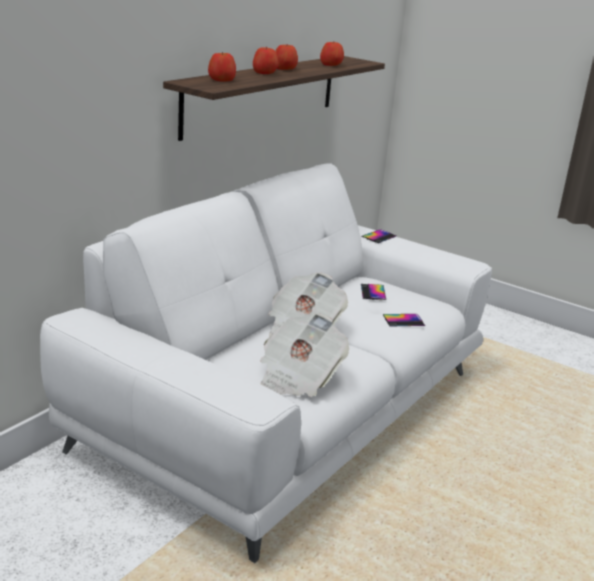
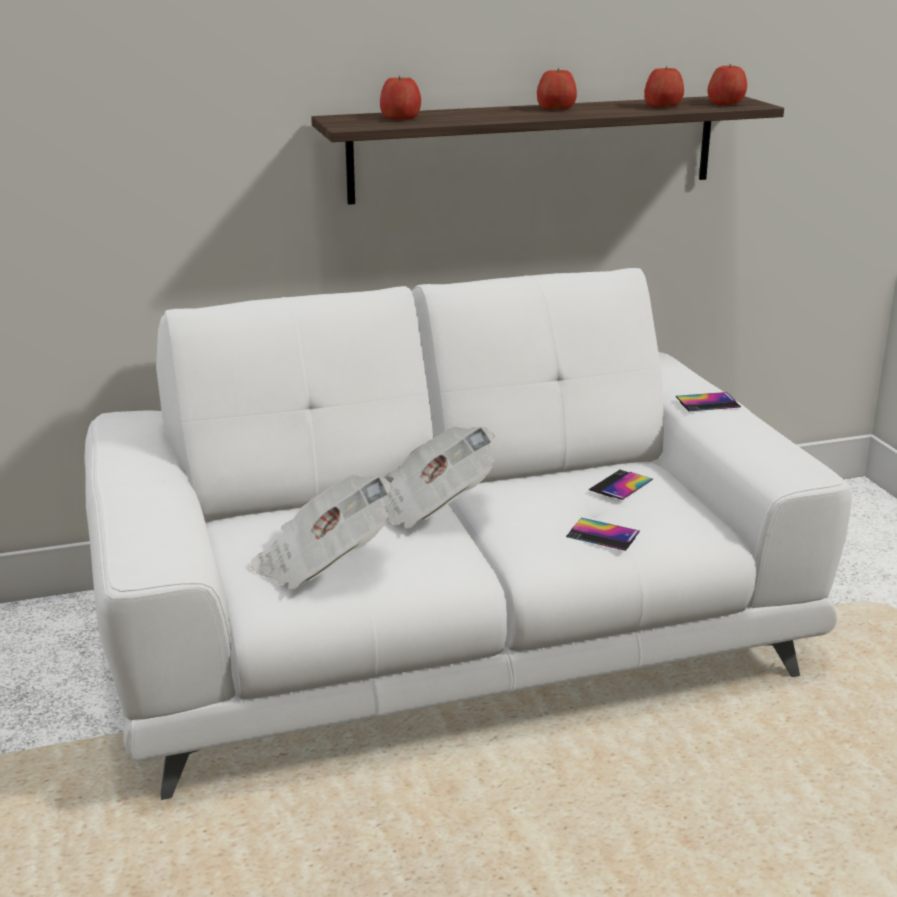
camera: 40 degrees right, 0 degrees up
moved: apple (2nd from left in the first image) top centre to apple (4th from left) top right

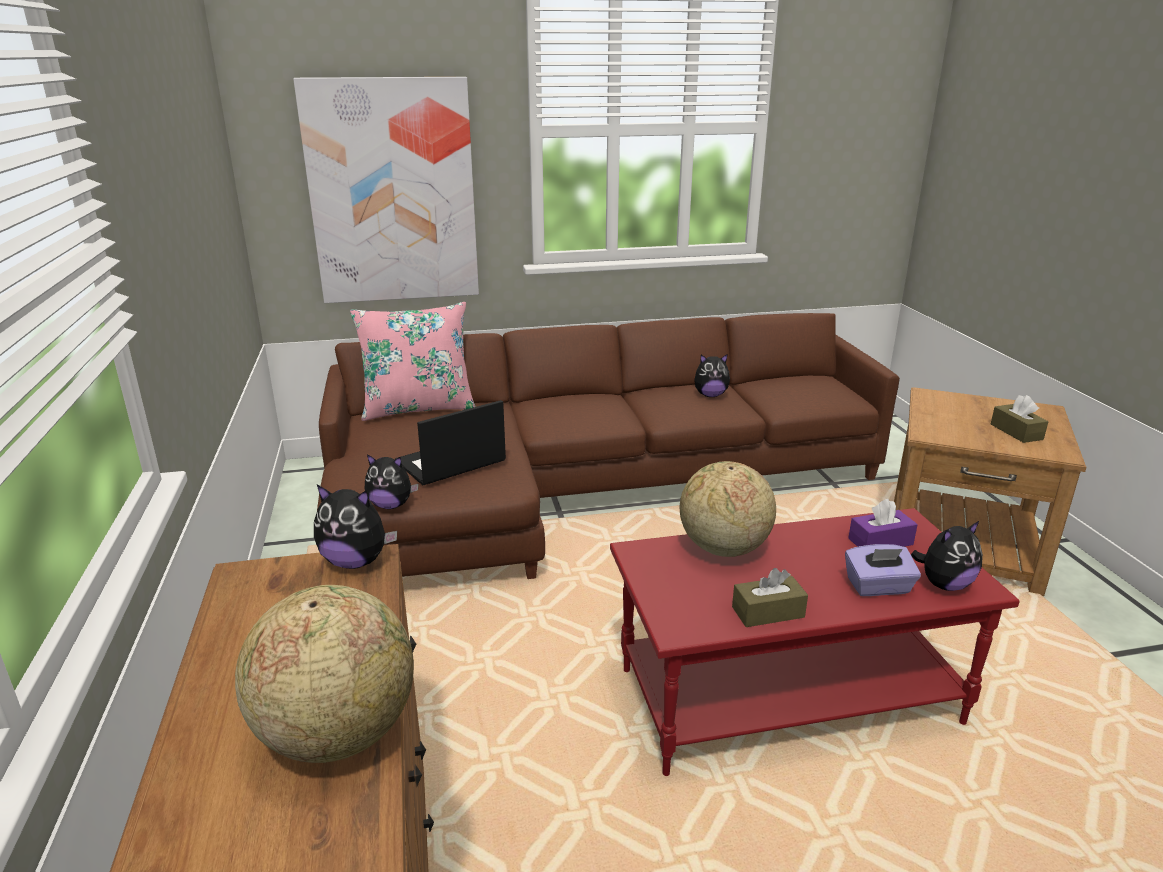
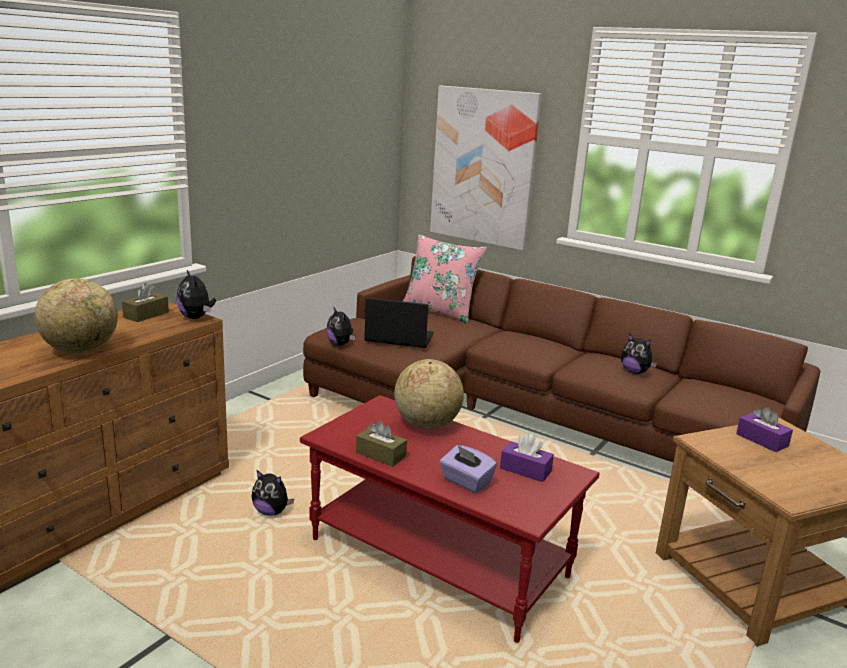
camera: 45 degrees right, 5 degrees down
added: tissue holder/purple (3rd from left) middle right
moved: cuddly toy (4th from left in the first image) middle right to cuddly toy (2nd from left) bottom left; tissue holder/brown-coloured (2nd from left in the first image) middle right to tissue holder/brown-coloured (1st from left) middle left

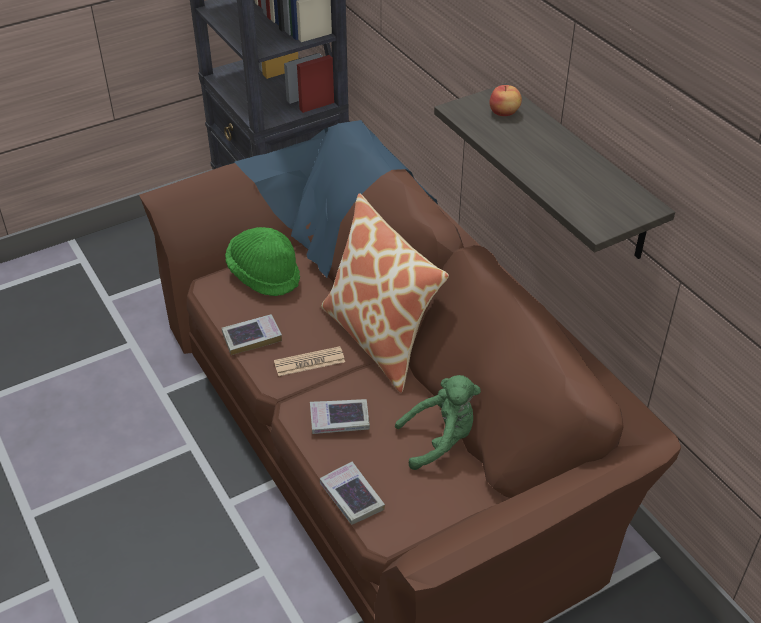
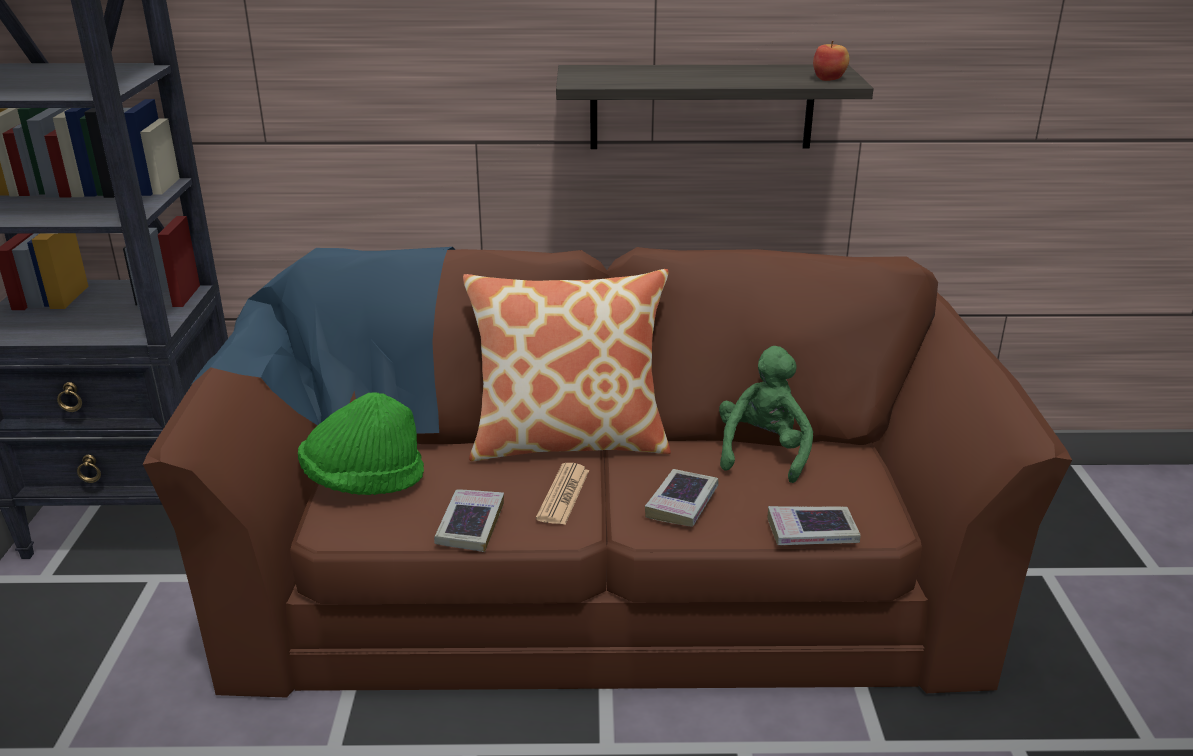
camera: 60 degrees left, 15 degrees down
moved: apple top centre to top right

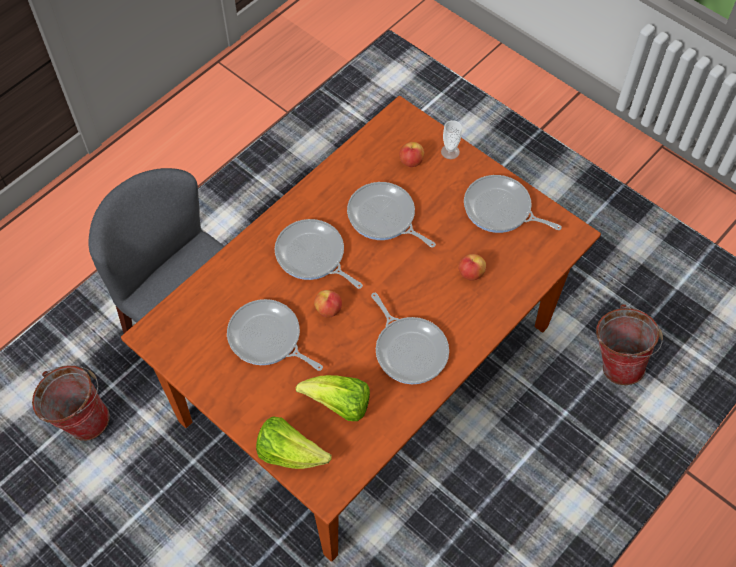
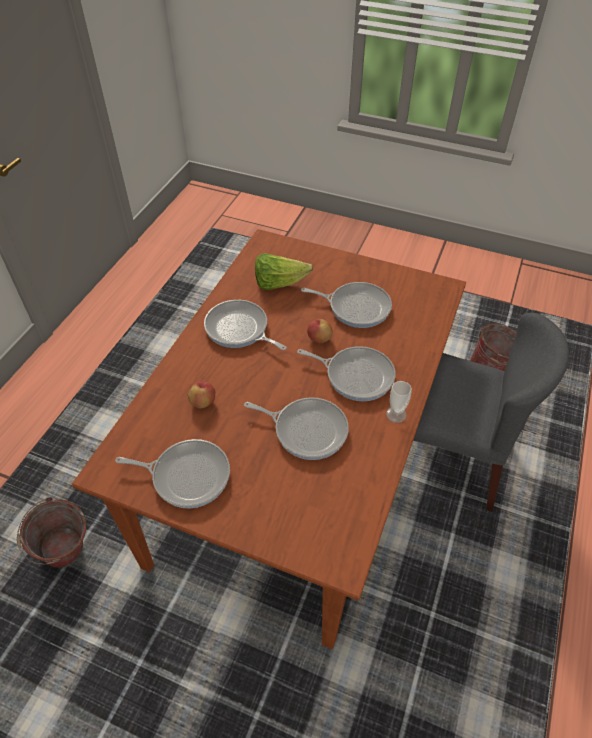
camera: 160 degrees right, 10 degrees down
removed: head of lettuce (1st from left) bottom centre; apple (2nd from left) top centre
moved: cup top centre to middle right

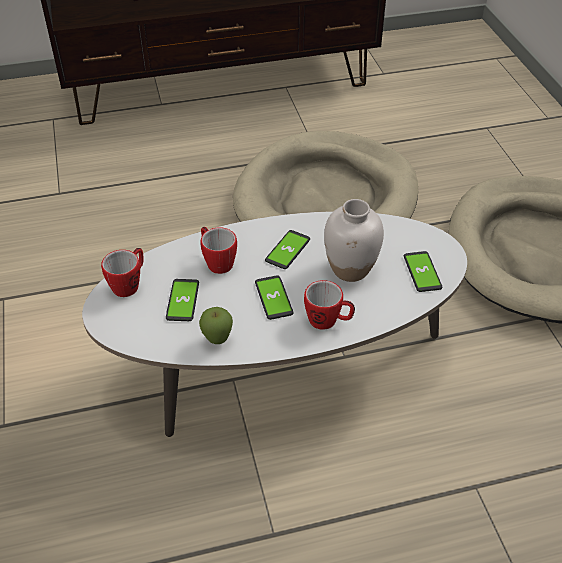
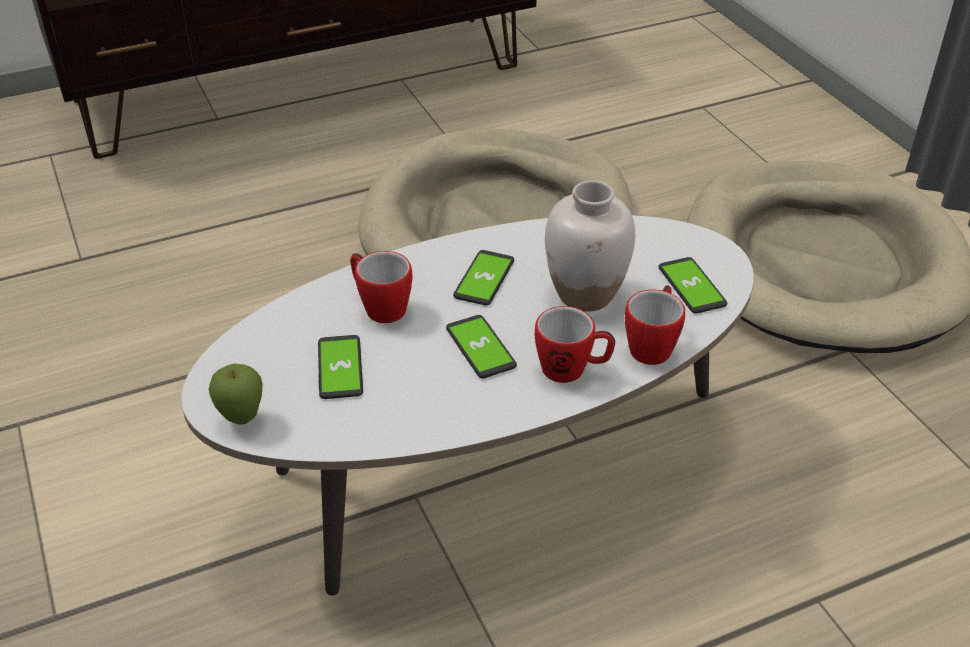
camera: 10 degrees left, 5 degrees down
moved: tea mug (1st from left in the first image) middle left to tea mug (3rd from left) middle right; apple centre to middle left

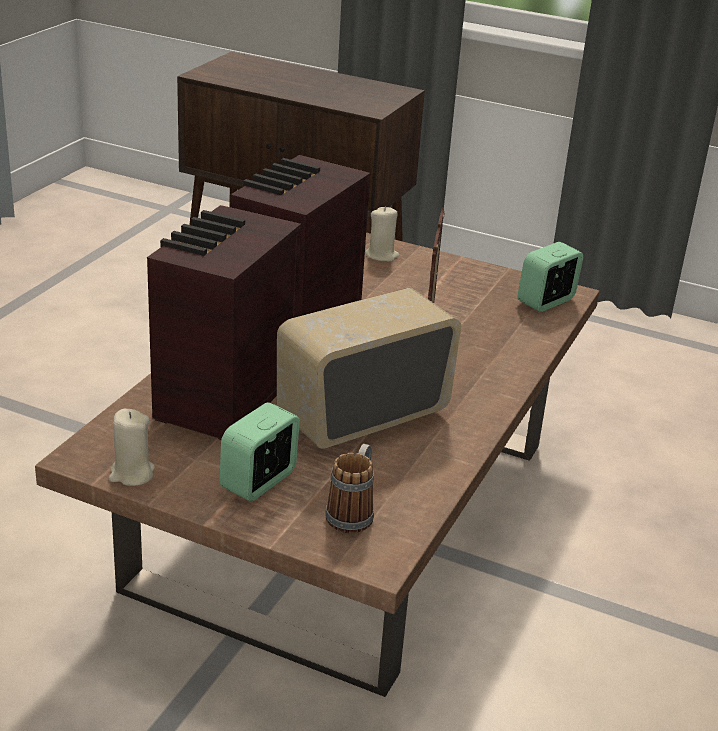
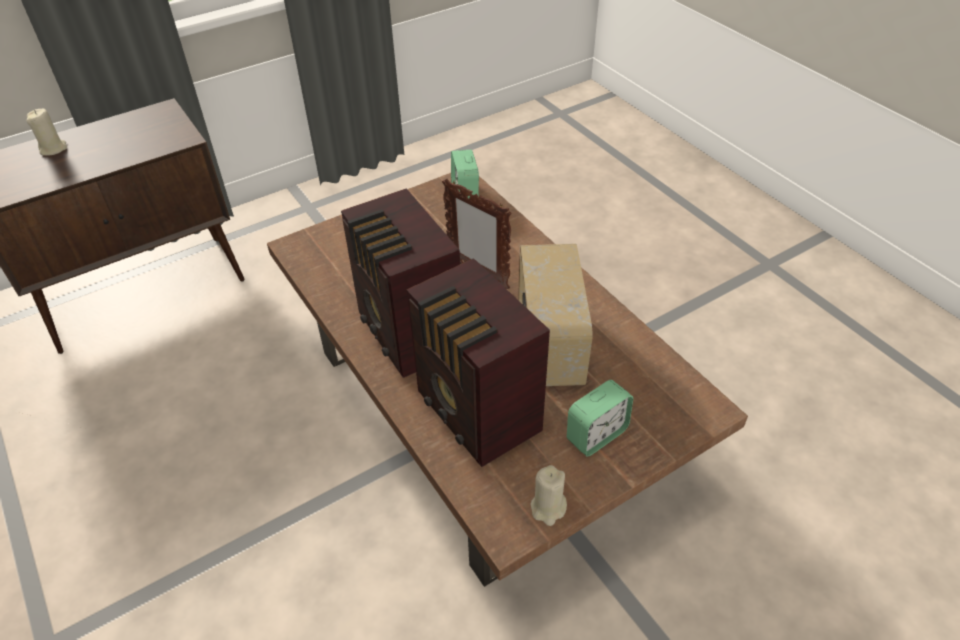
camera: 55 degrees left, 15 degrees up
removed: tea mug bottom centre
moved: wax candle/beige-coloured (2nd from left in the first image) top centre to wax candle/beige-coloured (1st from left) top left
turned: table clock (1st from left in the first image) centre = centre 105 degrees counterclockwise

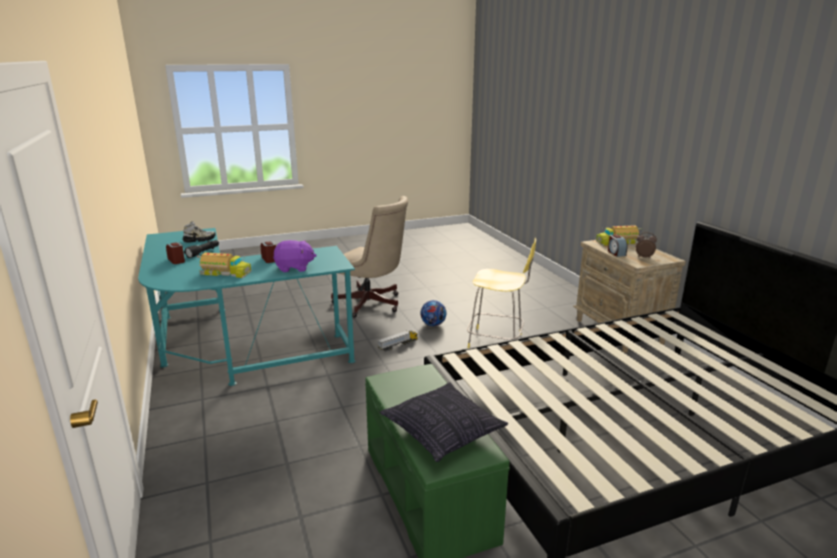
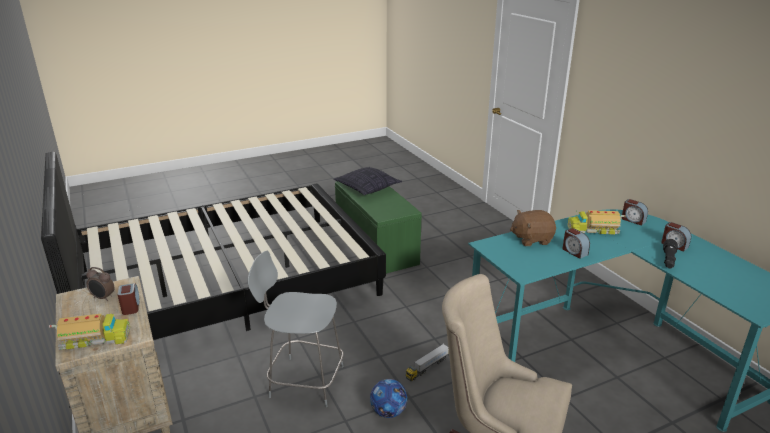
camera: 175 degrees right, 5 degrees up
removed: item of footwear middle left
added: table clock (4th from left) middle right
recoloured: cuddly toy/purple centre to cuddly toy/brown-coloured middle right; sitting stool/yellow-coloured centre to sitting stool/gray bottom centre

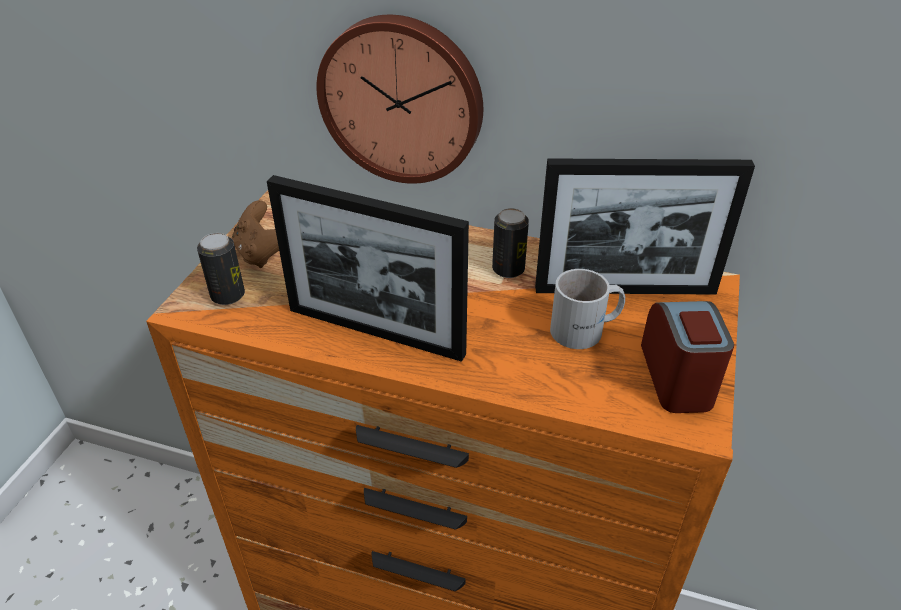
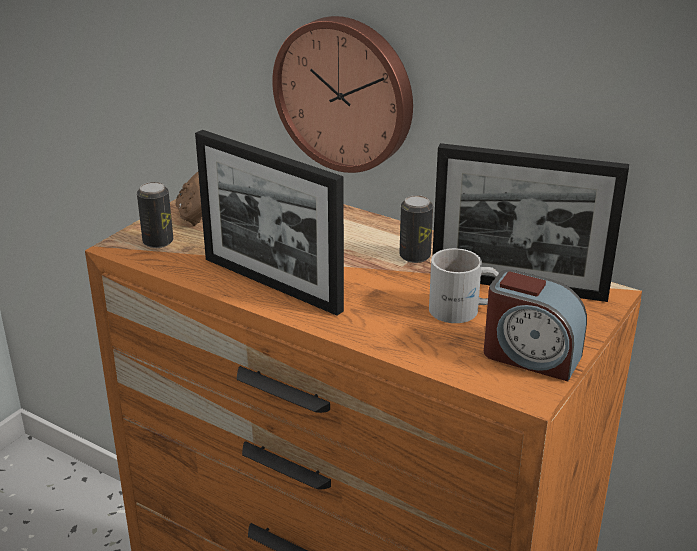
camera: 15 degrees right, 10 degrees down
turned: table clock middle right = middle right 105 degrees clockwise

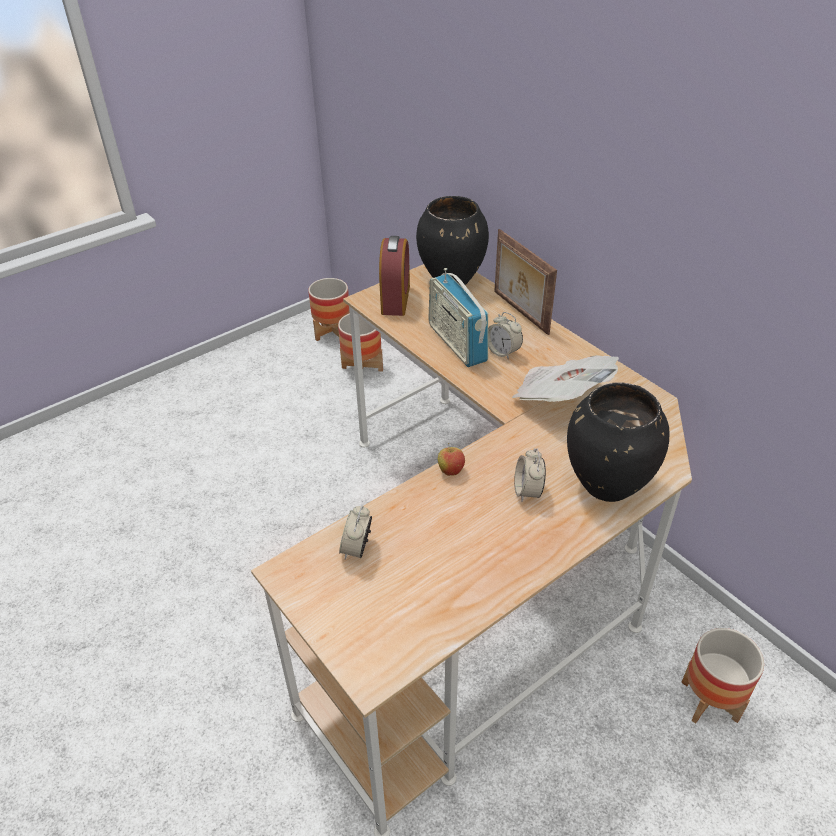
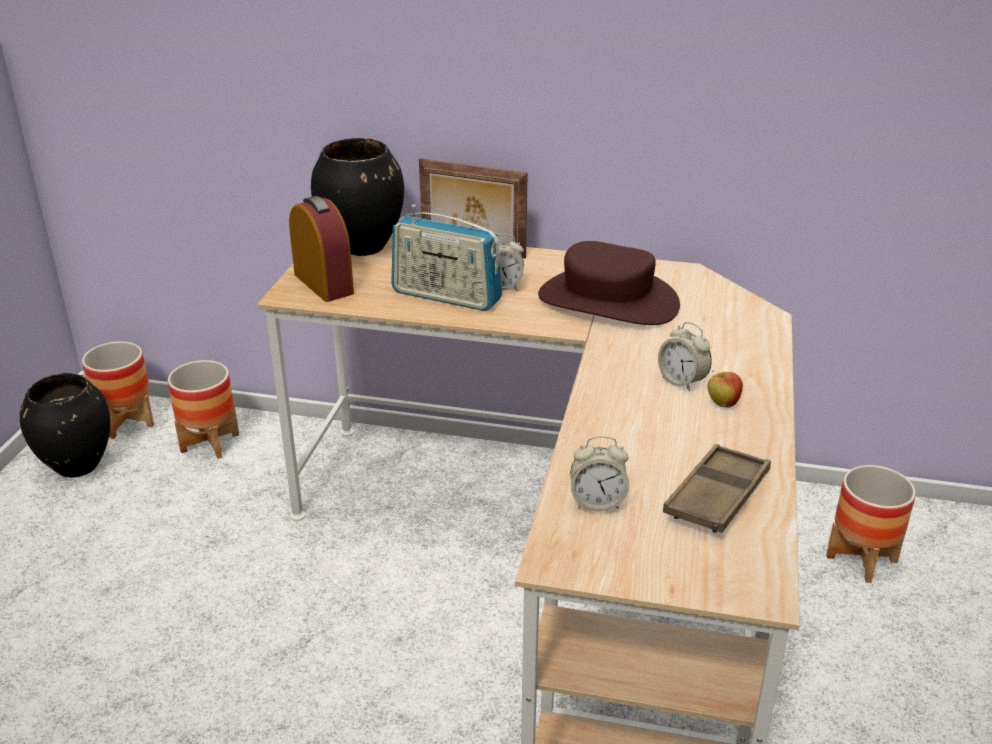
camera: 40 degrees left, 10 degrees down
added: serving tray/brown-coloured middle right
moved: apple centre to middle right; vase/black-coloured (2nd from left in the first image) middle right to vase/black-coloured (1st from left) middle left
replaced: printed paper middle right to clothing hat/brown-coloured centre
turned: table clock (1st from left in the first image) centre = centre 60 degrees counterclockwise

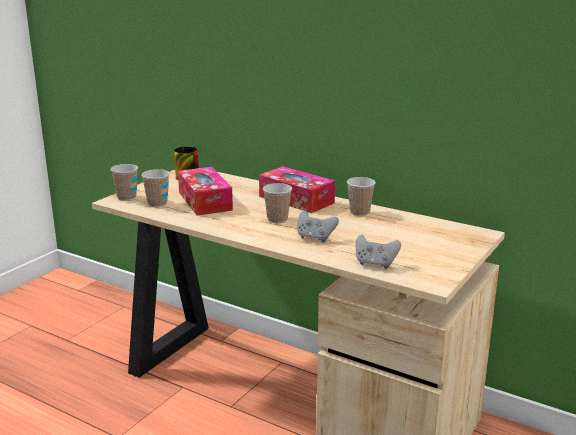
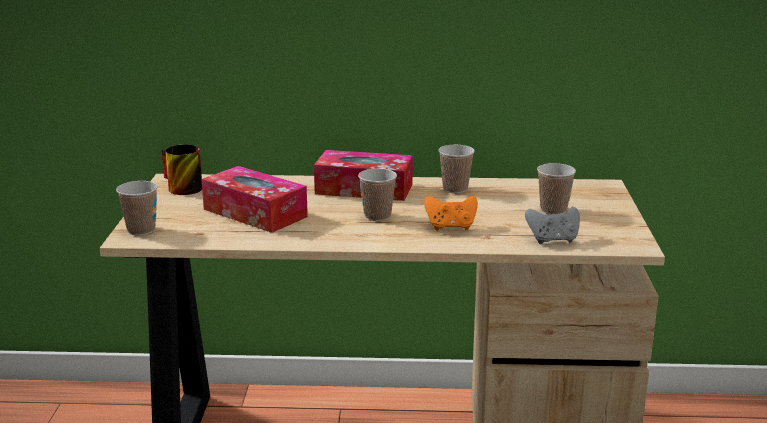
camera: 30 degrees left, 0 degrees up
moved: cup (2nd from left in the first image) middle left to cup (4th from left) middle right
recoloured: gamepad/gray (1st from left) centre to gamepad/orange centre

